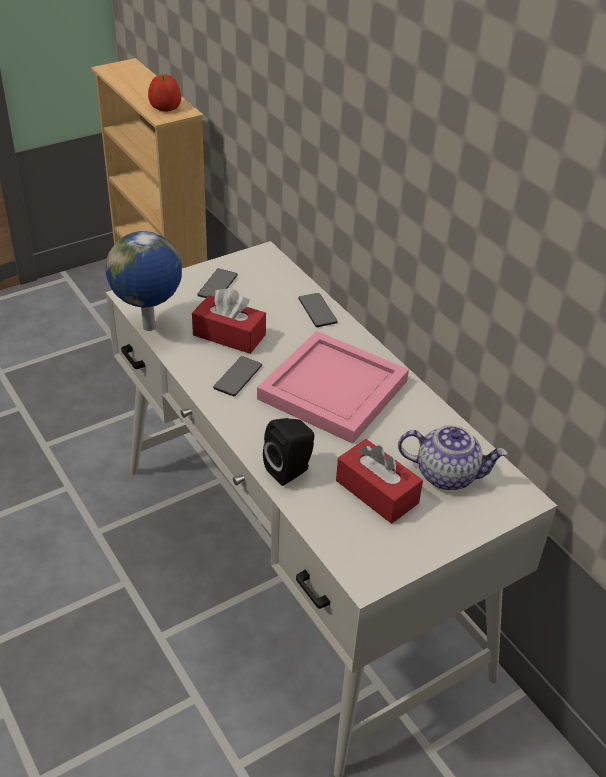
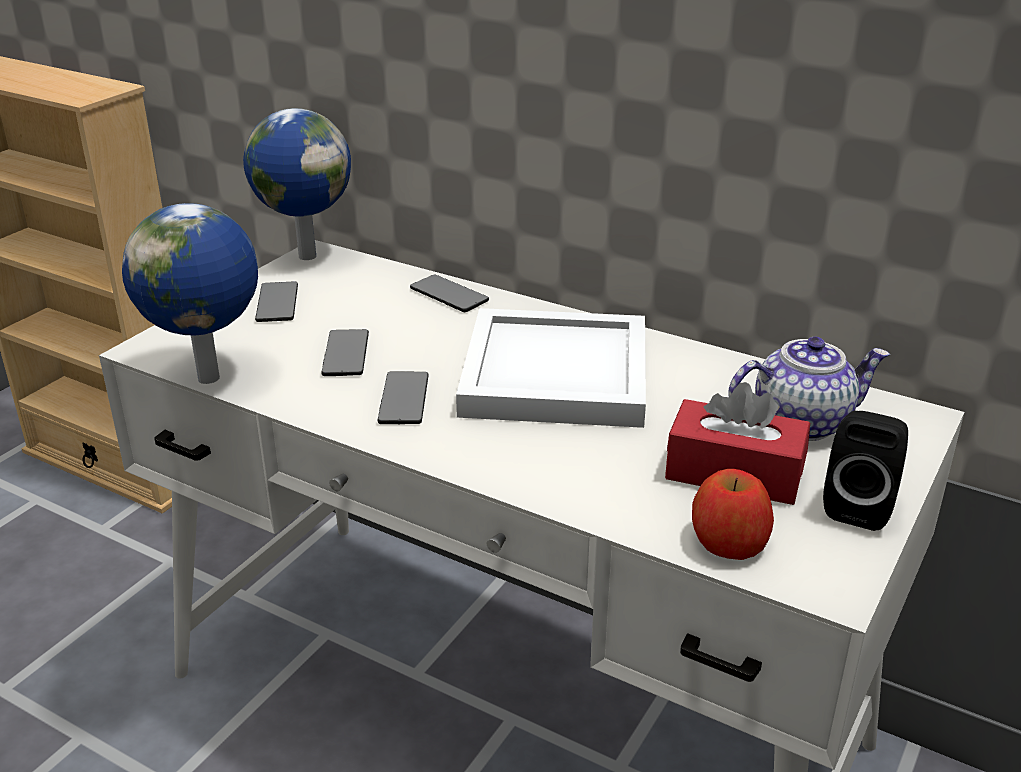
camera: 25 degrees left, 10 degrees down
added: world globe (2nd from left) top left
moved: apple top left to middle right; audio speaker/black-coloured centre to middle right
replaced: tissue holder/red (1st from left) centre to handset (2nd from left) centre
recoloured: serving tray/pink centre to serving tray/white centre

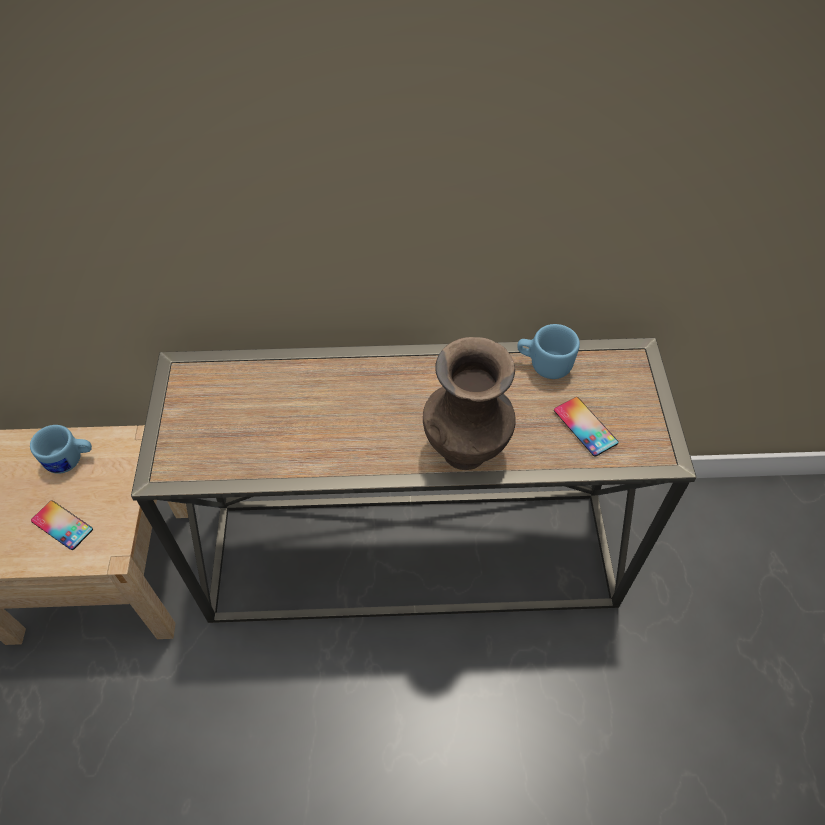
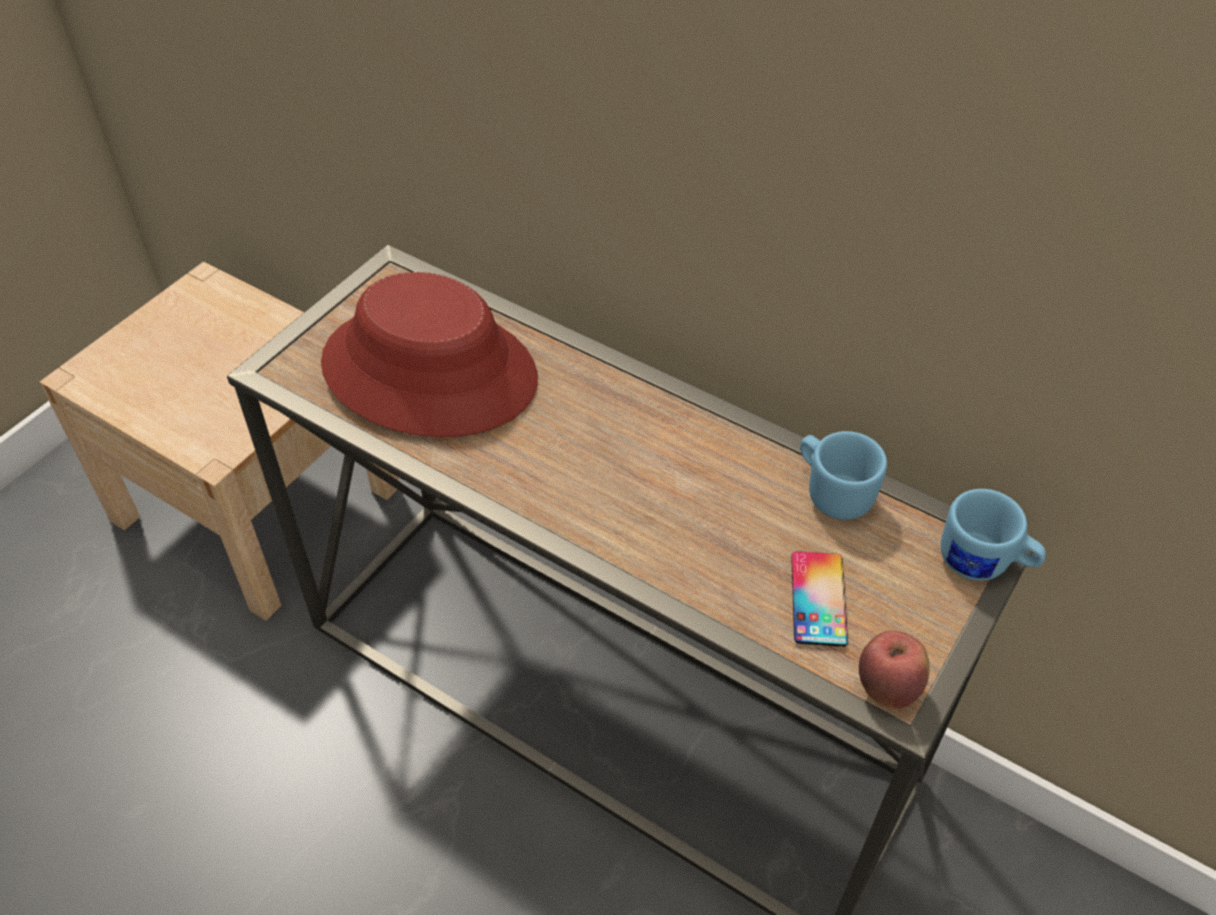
camera: 35 degrees right, 5 degrees down
removed: handset (1st from left) middle left; vase/brown-coloured centre
added: clothing hat/red centre; apple bottom right
moved: tea mug/bluish (1st from left in the first image) middle left to tea mug/bluish (2nd from left) middle right

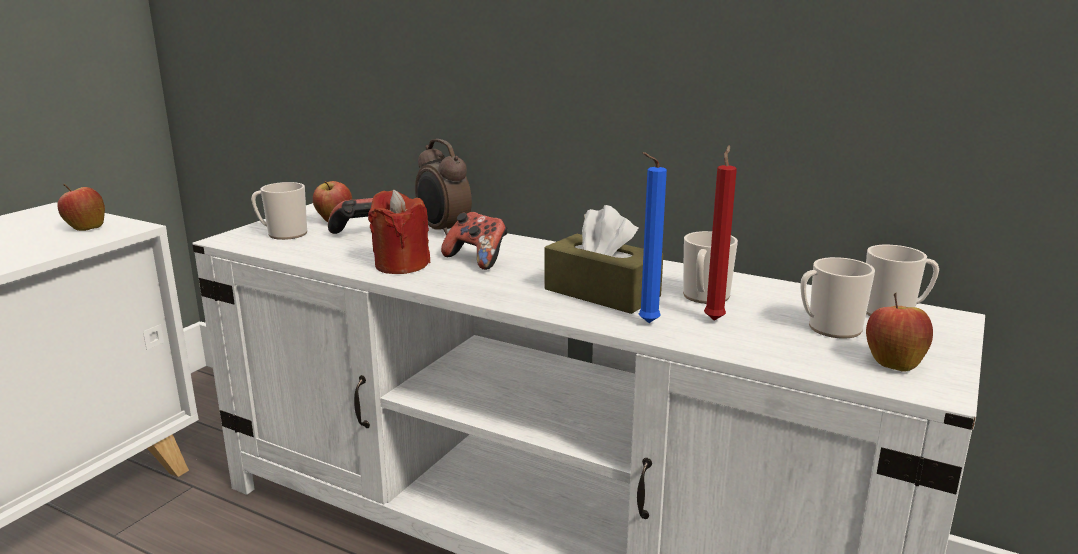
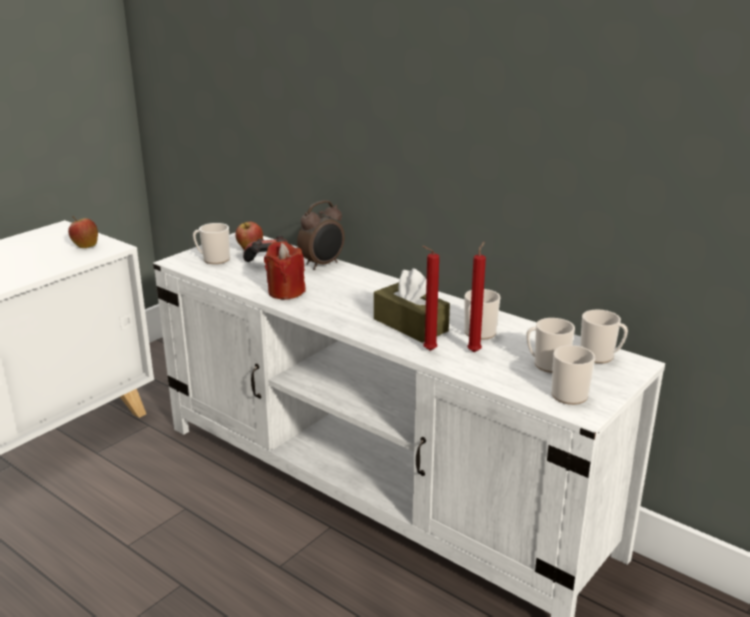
camera: 10 degrees right, 5 degrees up
removed: gamepad (2nd from left) centre
replaced: apple (3rd from left) middle right to tea mug (4th from left) middle right
recoloured: wax candle/bluish centre to wax candle/red (2nd from left) centre
turned: table clock centre = centre 105 degrees counterclockwise

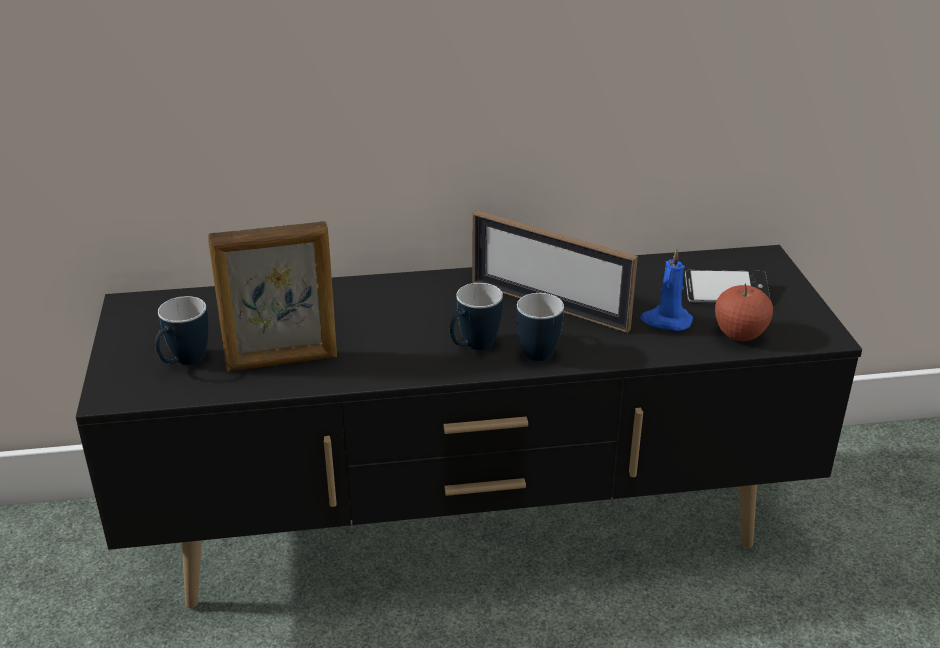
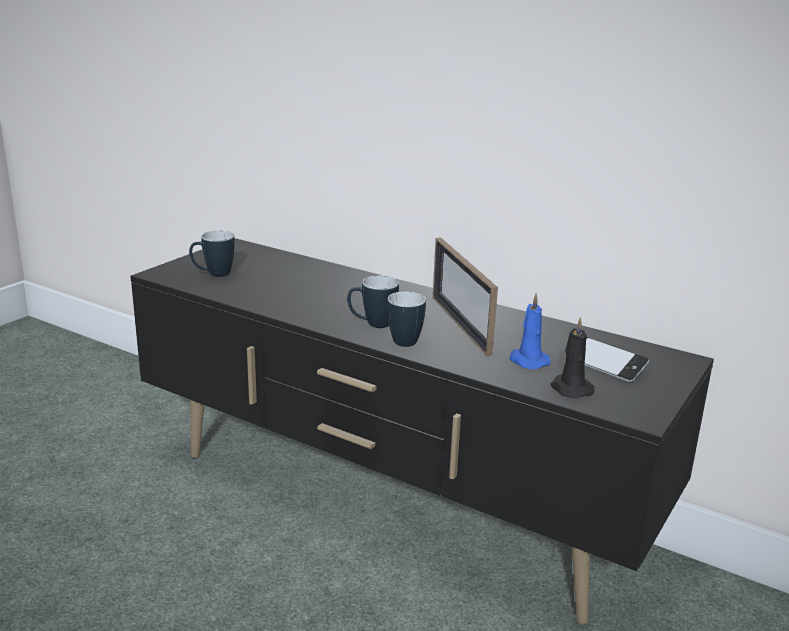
camera: 40 degrees right, 10 degrees down
removed: standing frame (1st from left) middle left
replaced: apple middle right to wax candle/black-coloured middle right

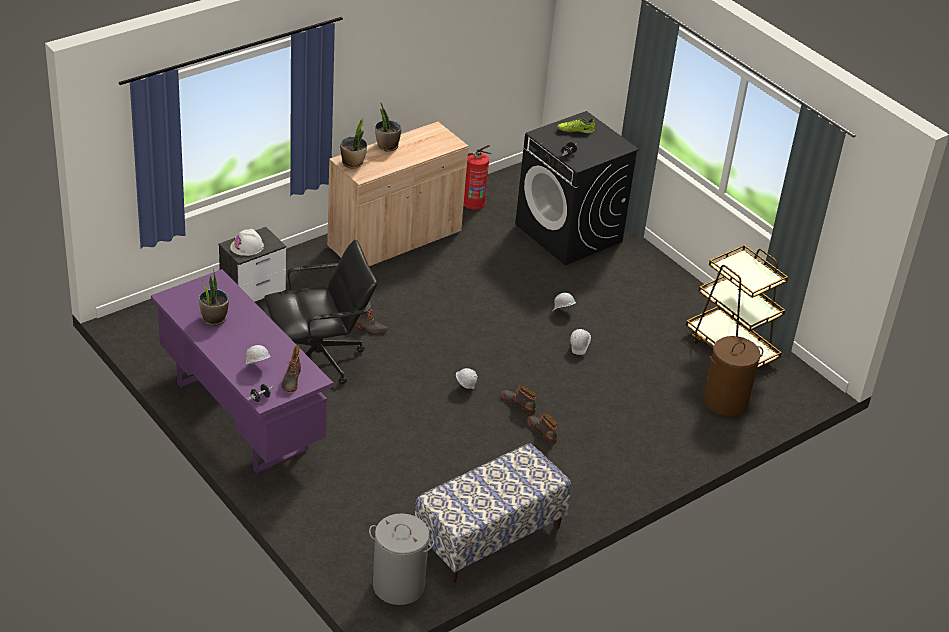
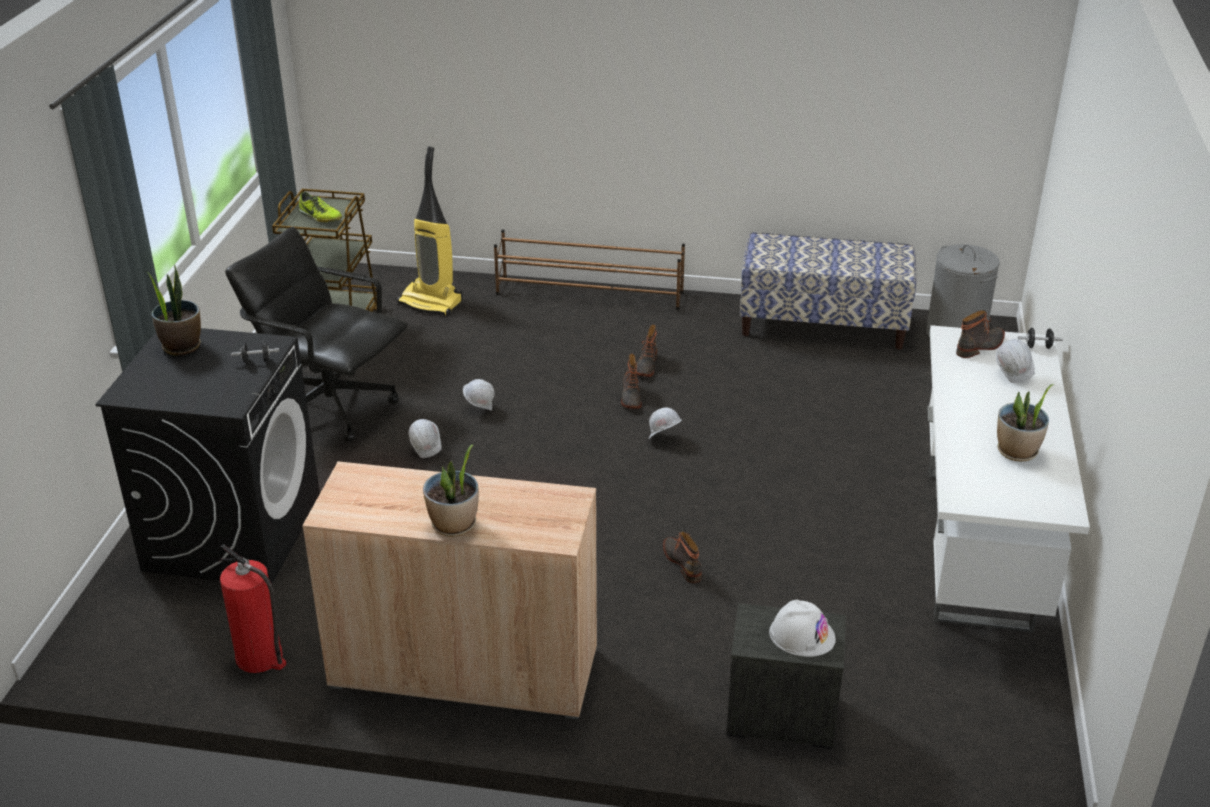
camera: 130 degrees left, 5 degrees down
added: shoe rack/brown-coloured centre
moved: desk chair/black-coloured centre to middle left; houseplant (2nd from left in the first image) top centre to houseplant (1st from left) middle left; item of footwear top centre to top left
replaced: laundry basket/brown-coloured middle right to hoover top centre
recoloured: desk/purple middle left to desk/white middle right

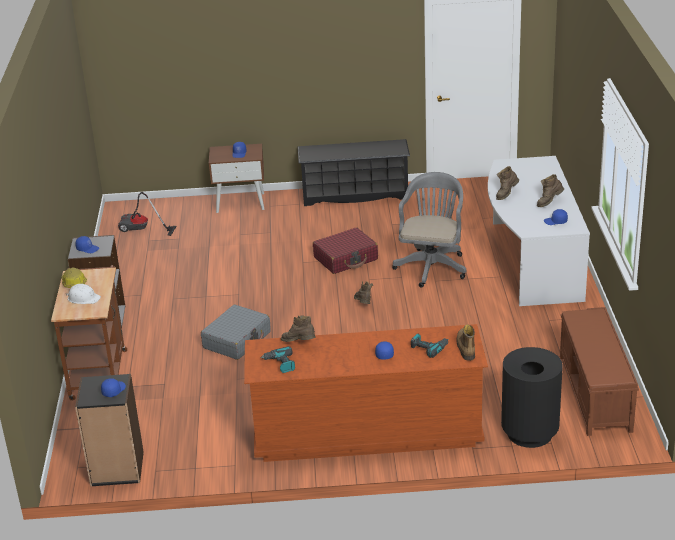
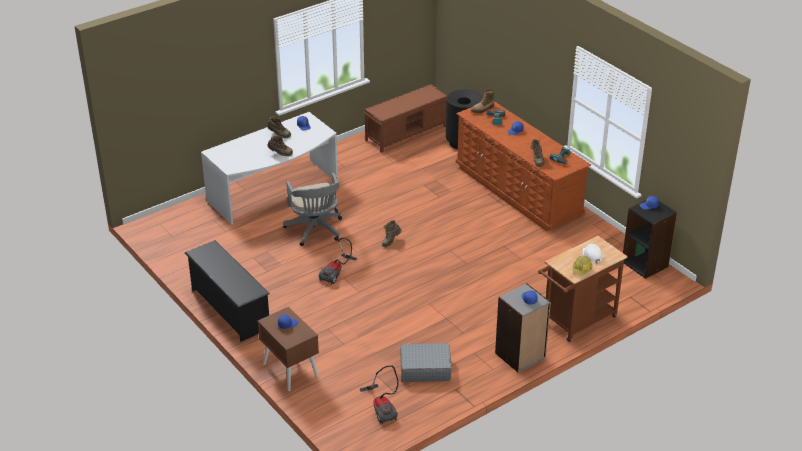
camera: 125 degrees left, 5 degrees up
moved: suitcase/gray centre to bottom centre
replaced: suitcase/red centre to hoover (1st from left) centre
turned: desk chair/gray centre = centre 90 degrees counterclockwise

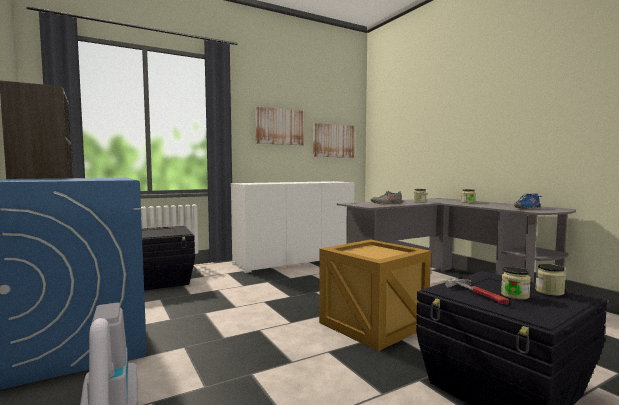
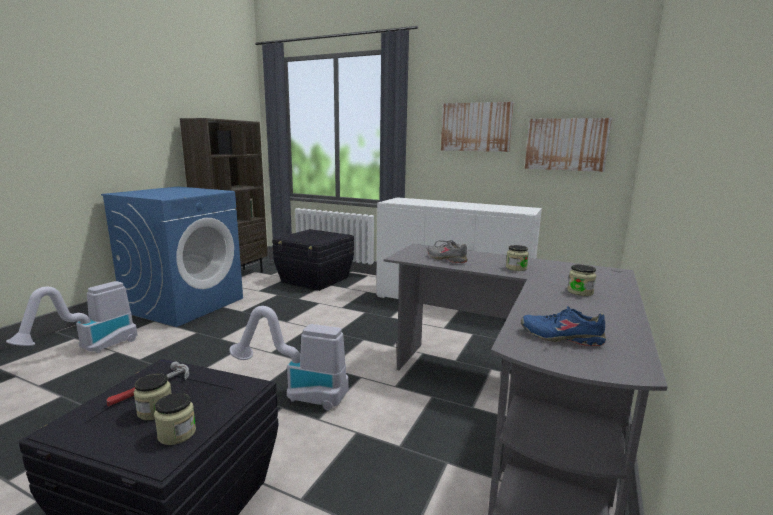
camera: 55 degrees right, 10 degrees up
replaced: shipping crate bottom centre to hoover (2nd from left) bottom centre

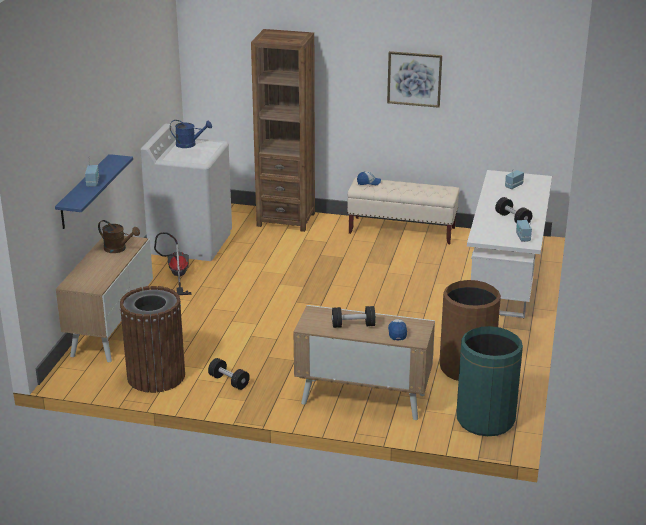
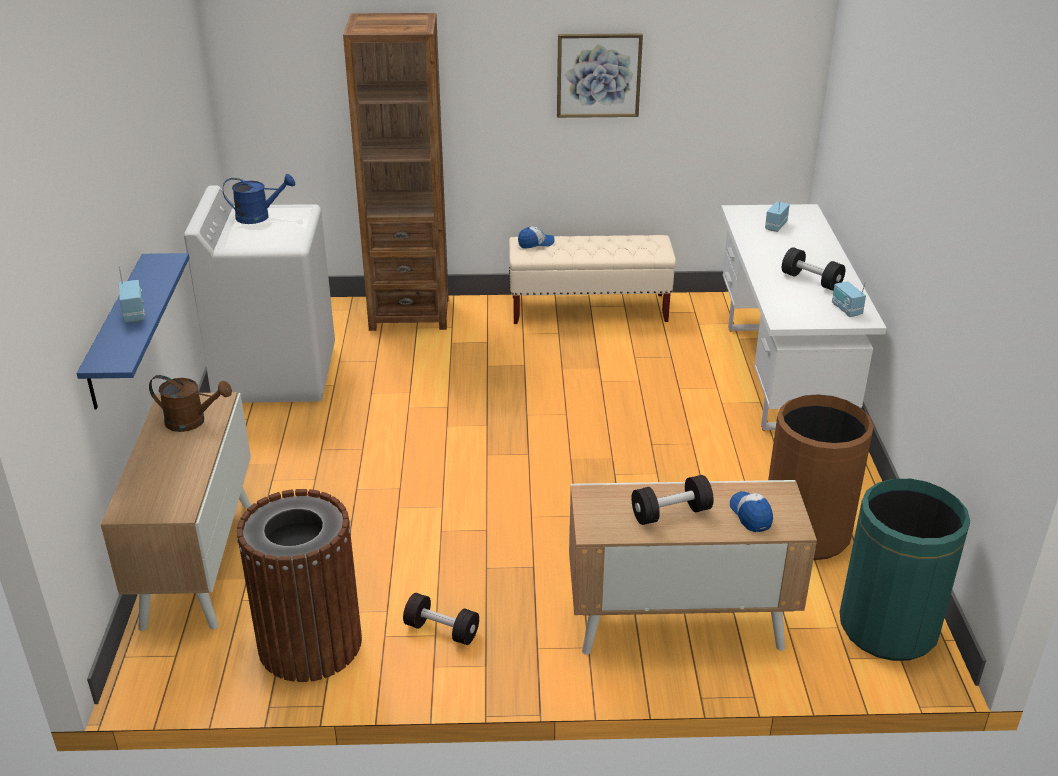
camera: 15 degrees left, 5 degrees up
removed: hoover middle left

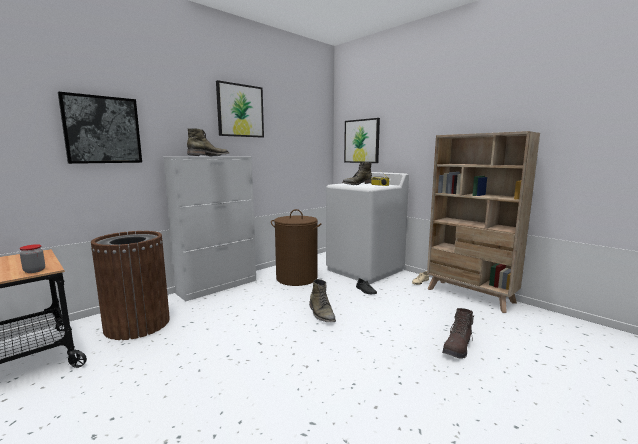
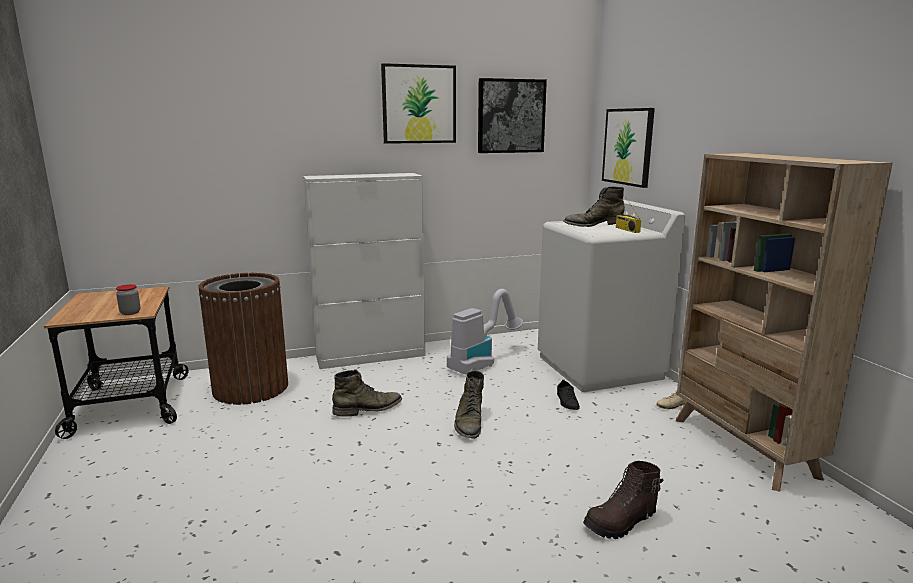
camera: 25 degrees right, 5 degrees up
moved: wall picture (1st from left in the first image) top left to wall picture (2nd from left) top centre; boot/green-coloured (1st from left) top left to bottom centre
replaced: laundry basket/brown-coloured centre to hoover centre

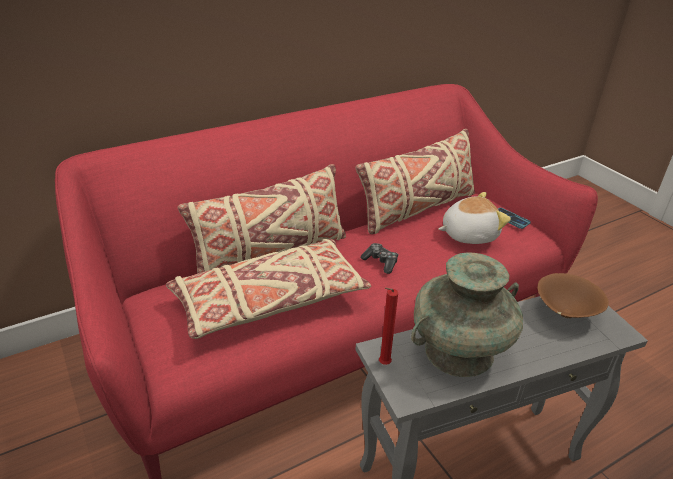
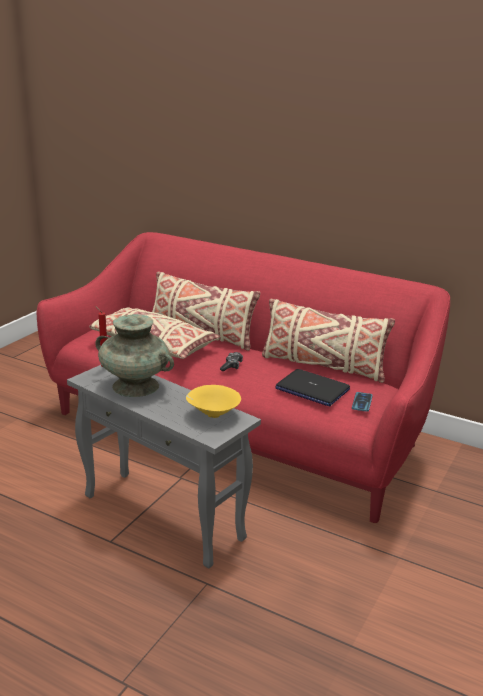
camera: 60 degrees right, 10 degrees down
replaced: cuddly toy middle right to laptop centre
recoloured: bowl/brown-coloured middle right to bowl/yellow-coloured centre

